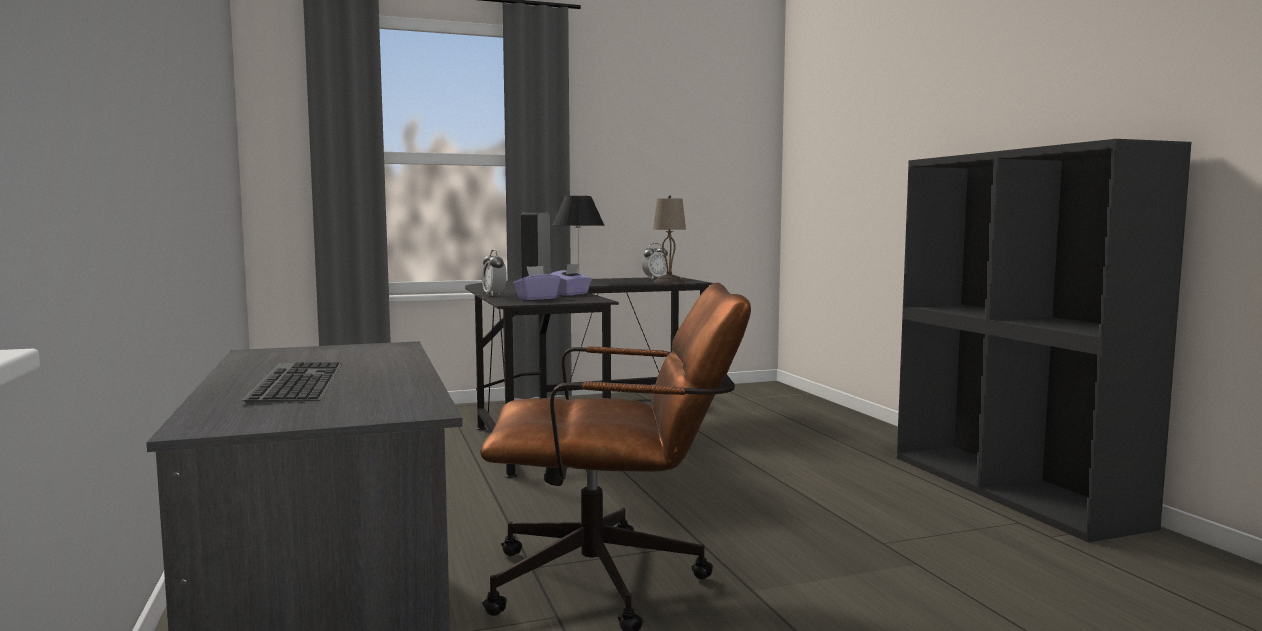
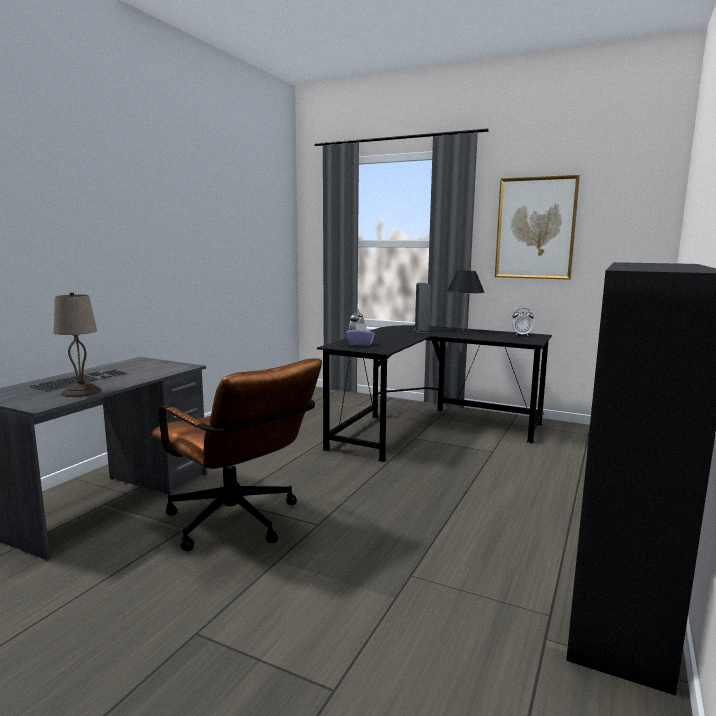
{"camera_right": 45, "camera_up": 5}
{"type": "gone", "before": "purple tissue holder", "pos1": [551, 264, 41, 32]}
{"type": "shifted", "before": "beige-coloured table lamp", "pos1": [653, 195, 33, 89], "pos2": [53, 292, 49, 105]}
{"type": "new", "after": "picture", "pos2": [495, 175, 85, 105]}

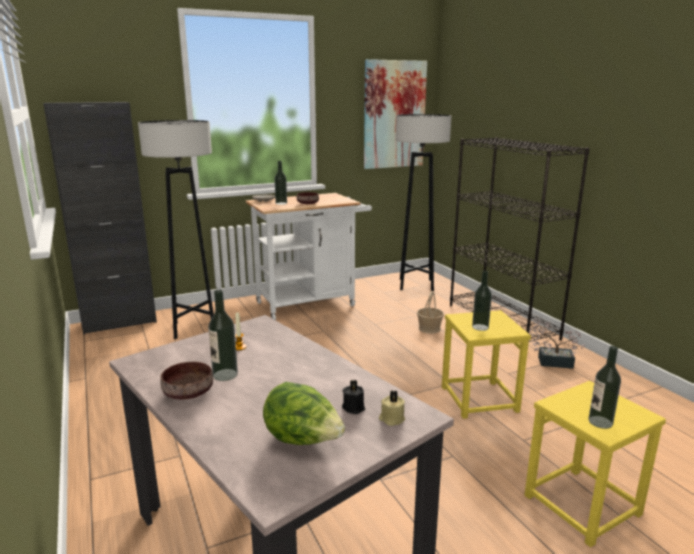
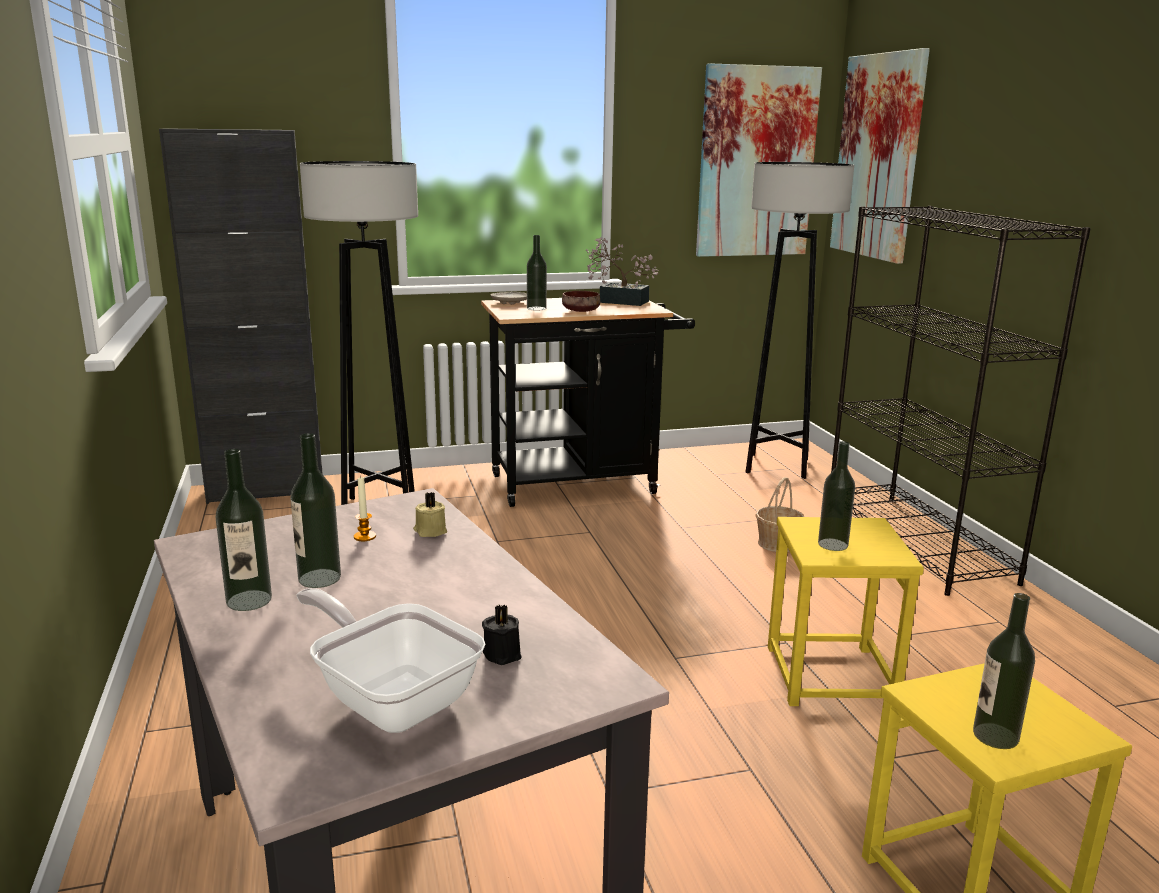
{"camera_right": 10, "camera_up": 0}
{"type": "swapped", "before": "brown bowl", "after": "drink bottle", "pos1": [160, 362, 53, 37], "pos2": [215, 449, 57, 162]}
{"type": "repainted", "before": "white cart", "after": "black-coloured cart", "pos1": [246, 193, 126, 127], "pos2": [481, 298, 214, 209]}
{"type": "swapped", "before": "lettuce head", "after": "pan", "pos1": [263, 382, 82, 63], "pos2": [297, 588, 189, 145]}
{"type": "shifted", "before": "beige-coloured wax light", "pos1": [379, 390, 26, 36], "pos2": [413, 492, 34, 45]}
{"type": "shifted", "before": "houseplant", "pos1": [529, 317, 56, 52], "pos2": [586, 237, 72, 69]}
{"type": "new", "after": "picture", "pos2": [830, 48, 100, 216]}

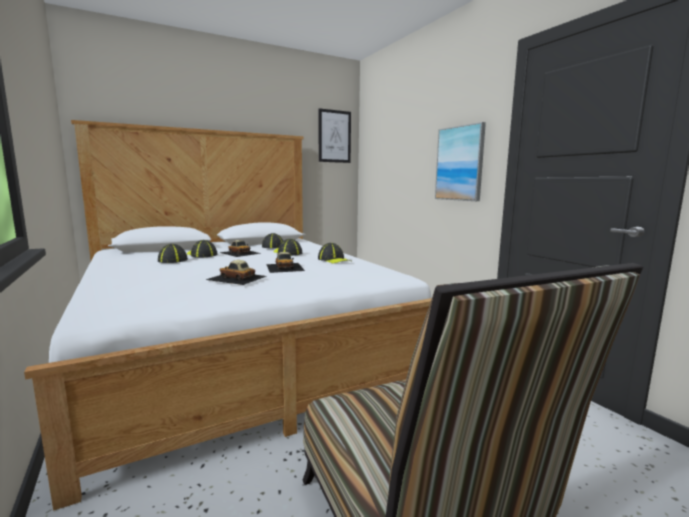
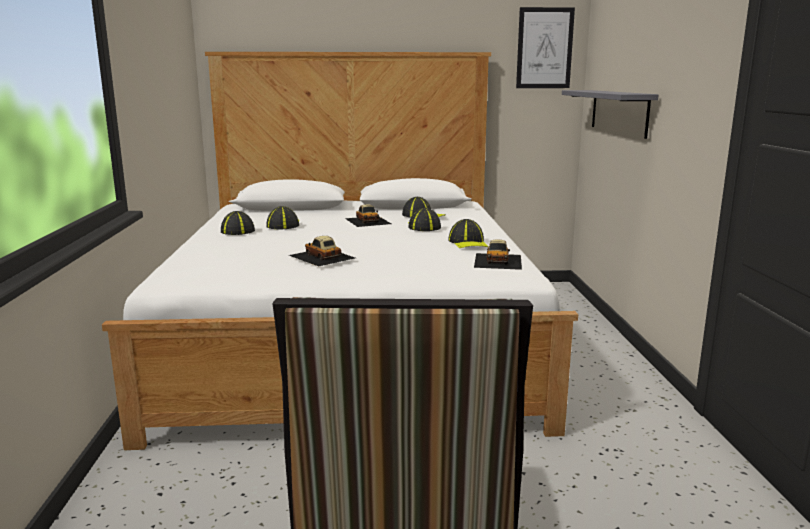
{"camera_right": 25, "camera_up": 5}
{"type": "shifted", "before": "cap", "pos1": [187, 240, 31, 17], "pos2": [221, 211, 34, 24]}
{"type": "shifted", "before": "toy car", "pos1": [266, 252, 39, 21], "pos2": [474, 240, 48, 30]}
{"type": "gone", "before": "picture", "pos1": [435, 122, 51, 79]}
{"type": "new", "after": "gray shelf", "pos2": [562, 90, 96, 49]}

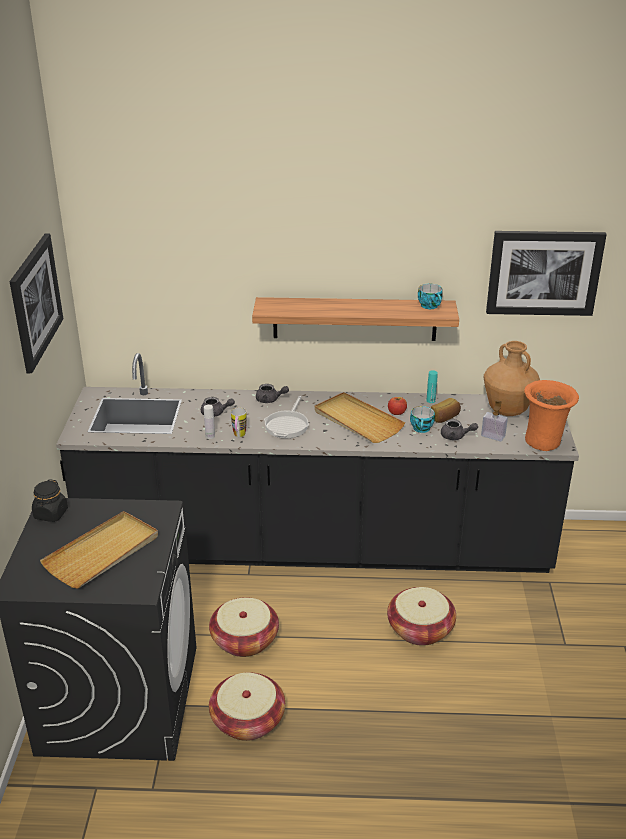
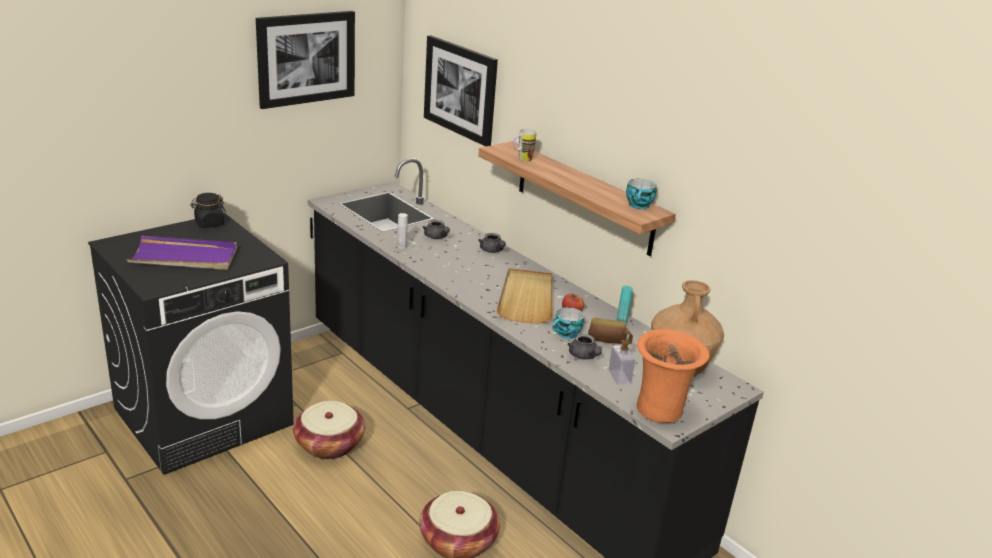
{"camera_right": 45, "camera_up": -5}
{"type": "repainted", "before": "beige-coloured serving tray", "after": "purple serving tray", "pos1": [40, 511, 118, 78], "pos2": [125, 236, 112, 34]}
{"type": "gone", "before": "storage basket", "pos1": [209, 672, 76, 69]}
{"type": "shifted", "before": "tea mug", "pos1": [231, 408, 16, 29], "pos2": [513, 129, 24, 33]}
{"type": "gone", "before": "pan", "pos1": [264, 396, 45, 42]}
{"type": "shifted", "before": "picture", "pos1": [486, 231, 121, 85], "pos2": [424, 35, 74, 111]}

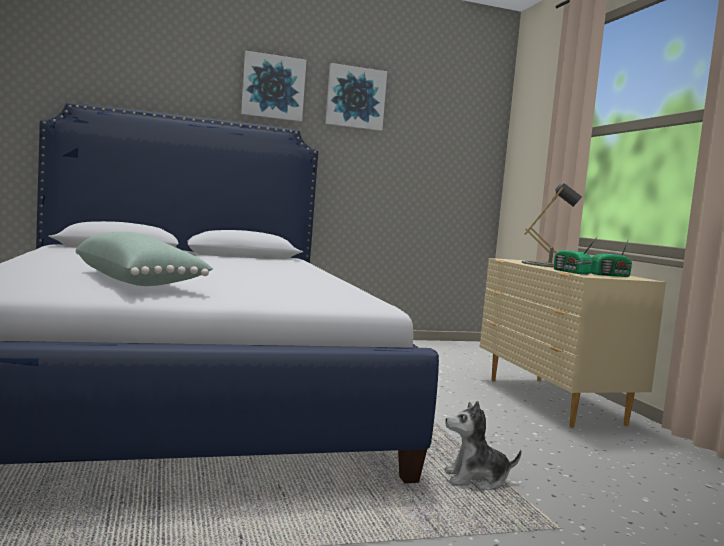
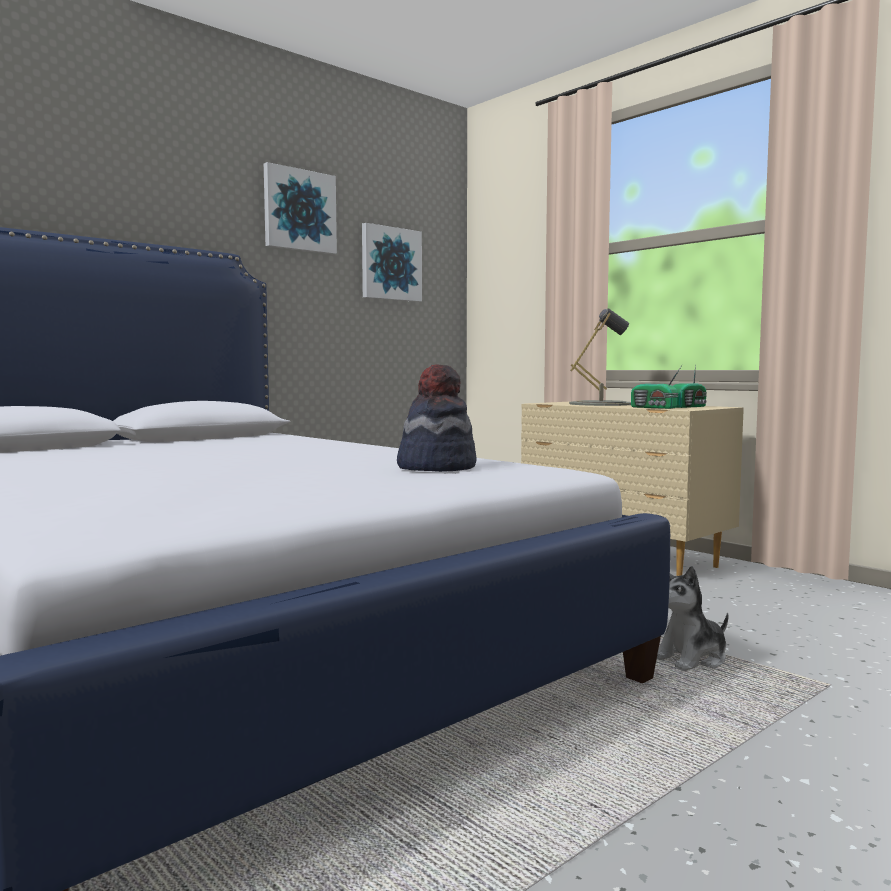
{"camera_right": -25, "camera_up": 0}
{"type": "gone", "before": "green pillow", "pos1": [76, 232, 137, 54]}
{"type": "shifted", "before": "picture", "pos1": [241, 50, 65, 72], "pos2": [362, 223, 60, 79]}
{"type": "new", "after": "hat", "pos2": [397, 364, 80, 108]}

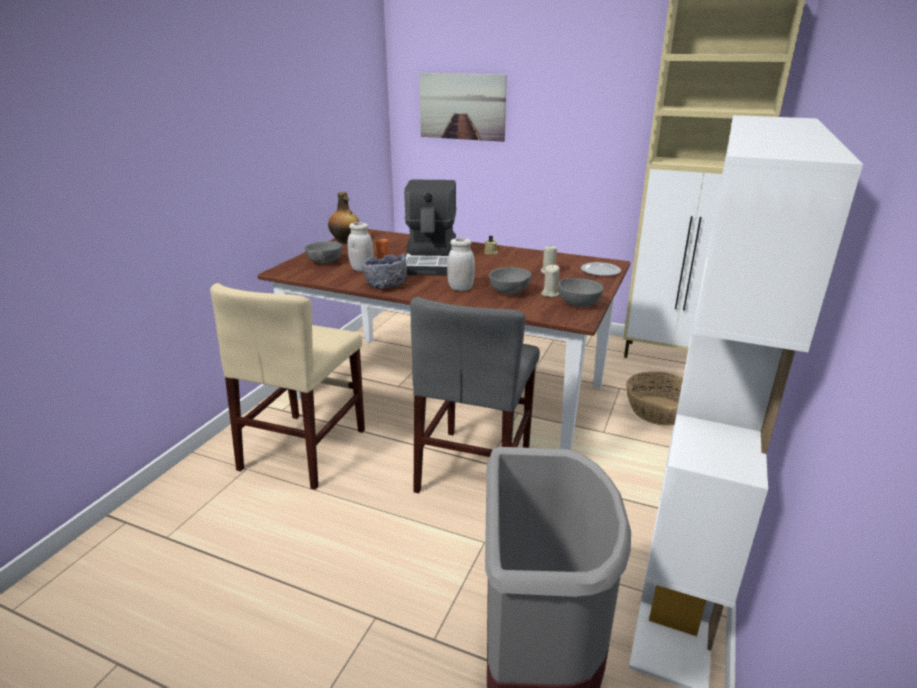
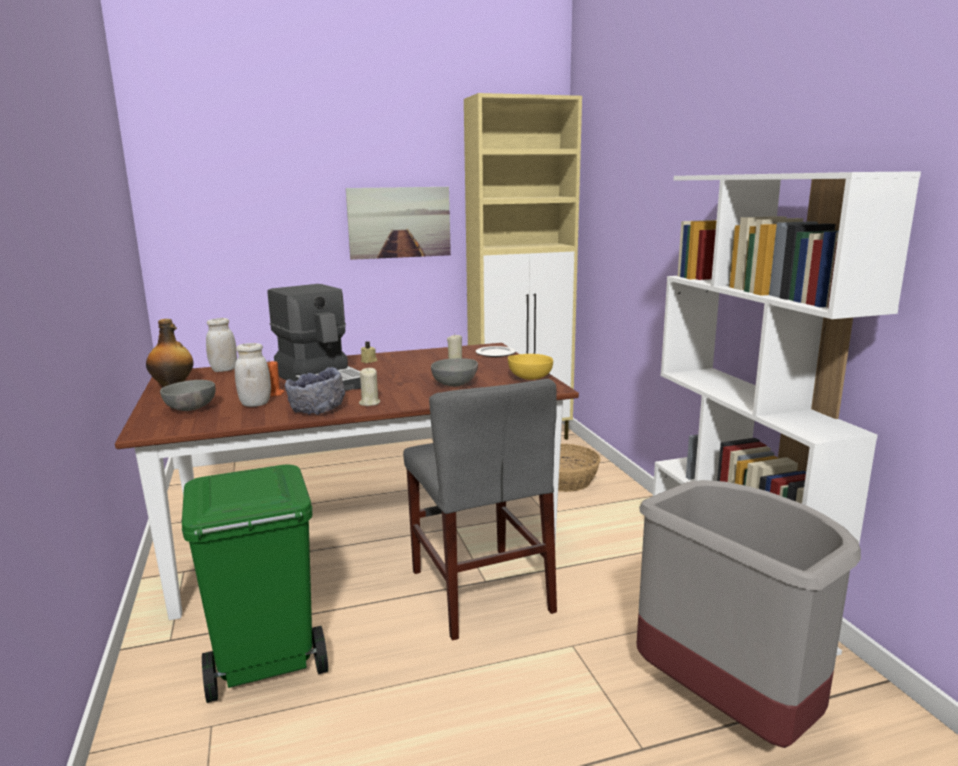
{"camera_right": -40, "camera_up": -10}
{"type": "swapped", "before": "beige-coloured upright chair", "after": "green waste bin", "pos1": [210, 283, 155, 207], "pos2": [182, 464, 146, 239]}
{"type": "shifted", "before": "picture", "pos1": [419, 73, 88, 69], "pos2": [346, 187, 105, 73]}
{"type": "shifted", "before": "white preserve jar", "pos1": [447, 238, 28, 53], "pos2": [206, 318, 31, 54]}
{"type": "shifted", "before": "beige-coloured wax light", "pos1": [541, 265, 19, 32], "pos2": [359, 367, 21, 39]}
{"type": "repainted", "before": "gray bowl", "after": "yellowish bowl", "pos1": [559, 278, 45, 29], "pos2": [508, 354, 45, 26]}

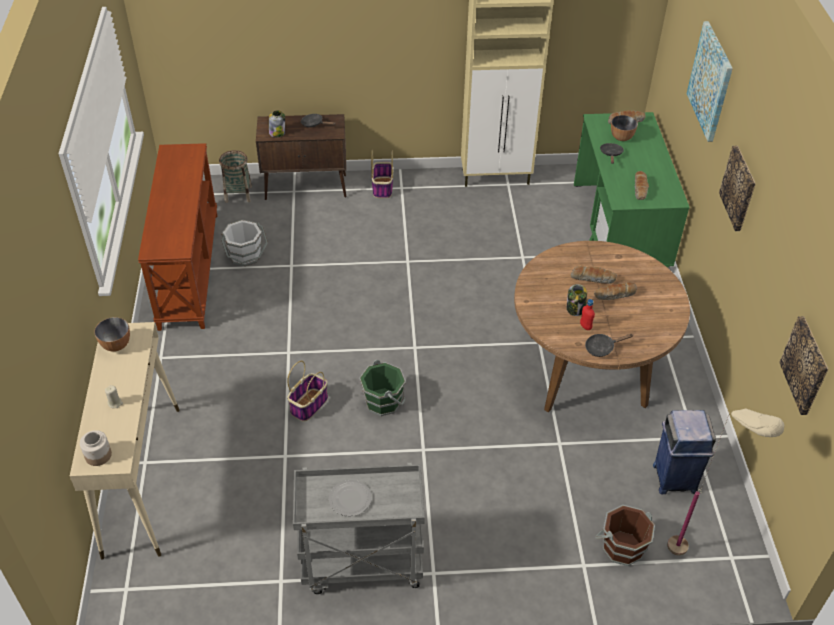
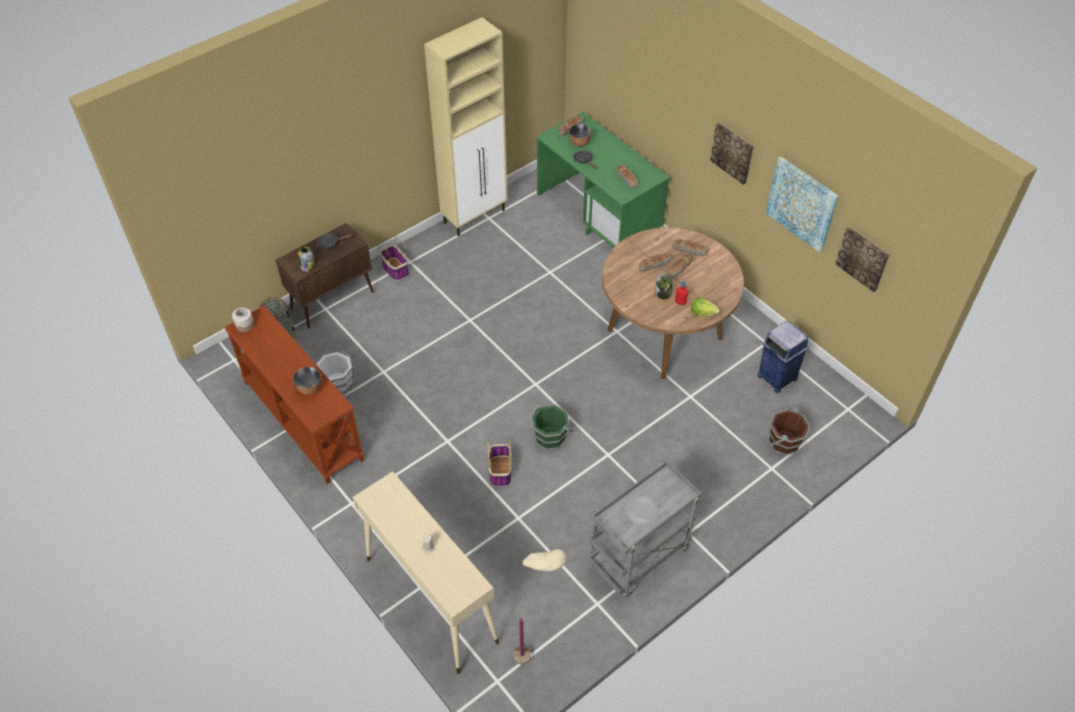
{"camera_right": -35, "camera_up": 5}
{"type": "shifted", "before": "preserve jar", "pos1": [80, 430, 32, 36], "pos2": [232, 307, 22, 25]}
{"type": "shifted", "before": "bowl", "pos1": [94, 317, 36, 35], "pos2": [293, 367, 28, 28]}
{"type": "swapped", "before": "black-coloured pan", "after": "lettuce head", "pos1": [585, 334, 48, 23], "pos2": [691, 298, 29, 18]}
{"type": "shifted", "before": "beige-coloured floor lamp", "pos1": [667, 408, 117, 148], "pos2": [513, 549, 54, 116]}
{"type": "shifted", "before": "picture", "pos1": [686, 21, 47, 121], "pos2": [766, 157, 73, 95]}
{"type": "new", "after": "bread", "pos2": [672, 239, 37, 17]}

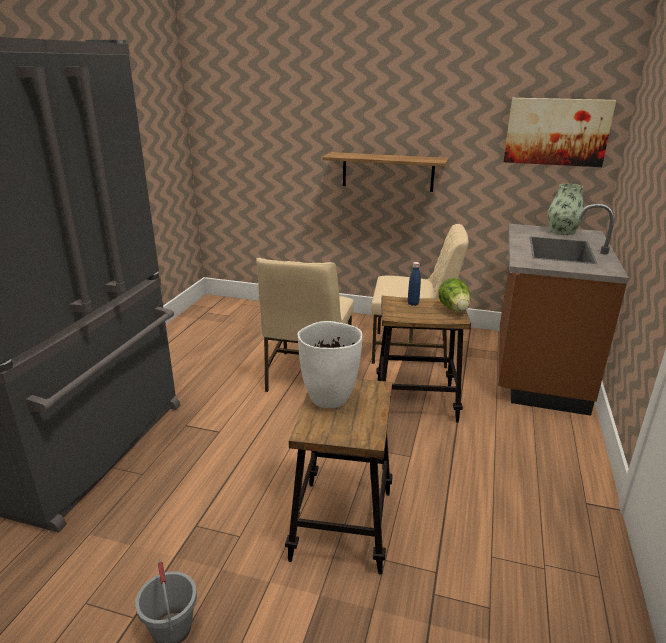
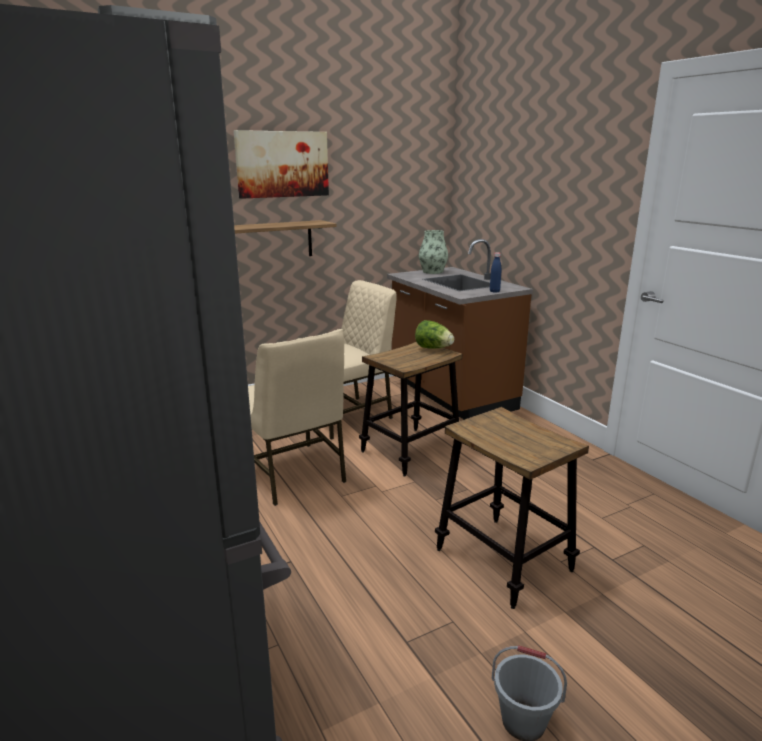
{"camera_right": -45, "camera_up": -5}
{"type": "gone", "before": "white flower vase", "pos1": [298, 321, 65, 87]}
{"type": "shifted", "before": "blue drink bottle", "pos1": [408, 262, 13, 44], "pos2": [490, 252, 11, 41]}
{"type": "shifted", "before": "picture", "pos1": [503, 98, 113, 69], "pos2": [234, 130, 95, 69]}

